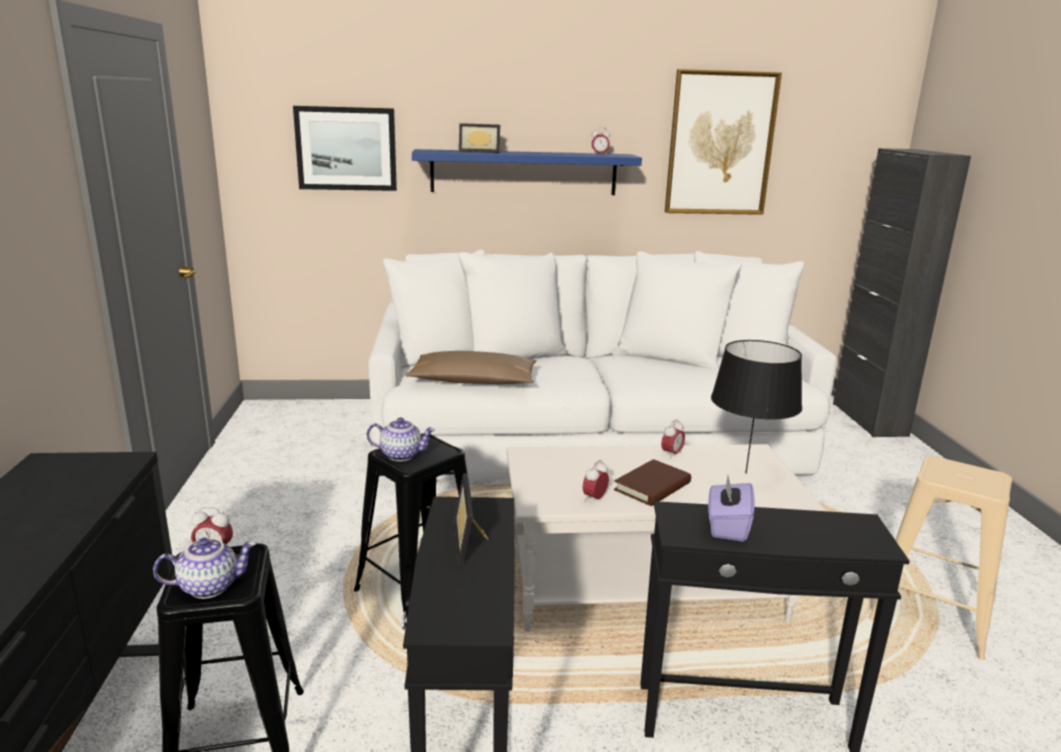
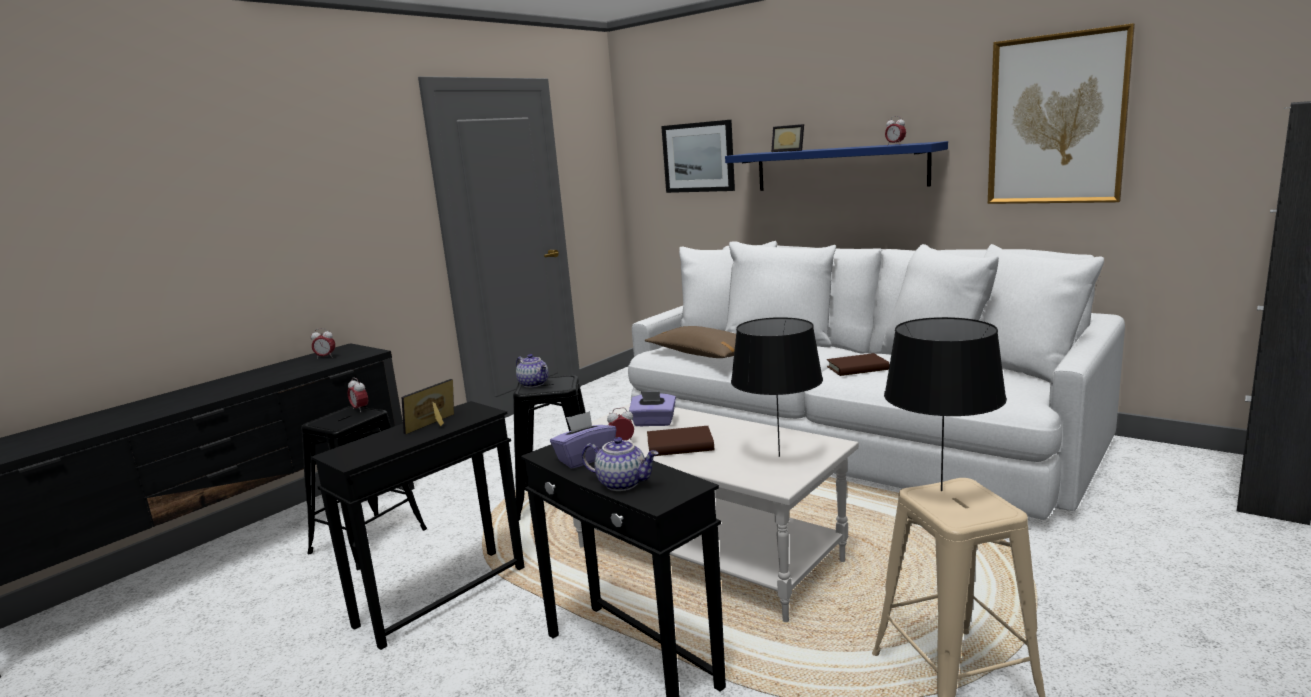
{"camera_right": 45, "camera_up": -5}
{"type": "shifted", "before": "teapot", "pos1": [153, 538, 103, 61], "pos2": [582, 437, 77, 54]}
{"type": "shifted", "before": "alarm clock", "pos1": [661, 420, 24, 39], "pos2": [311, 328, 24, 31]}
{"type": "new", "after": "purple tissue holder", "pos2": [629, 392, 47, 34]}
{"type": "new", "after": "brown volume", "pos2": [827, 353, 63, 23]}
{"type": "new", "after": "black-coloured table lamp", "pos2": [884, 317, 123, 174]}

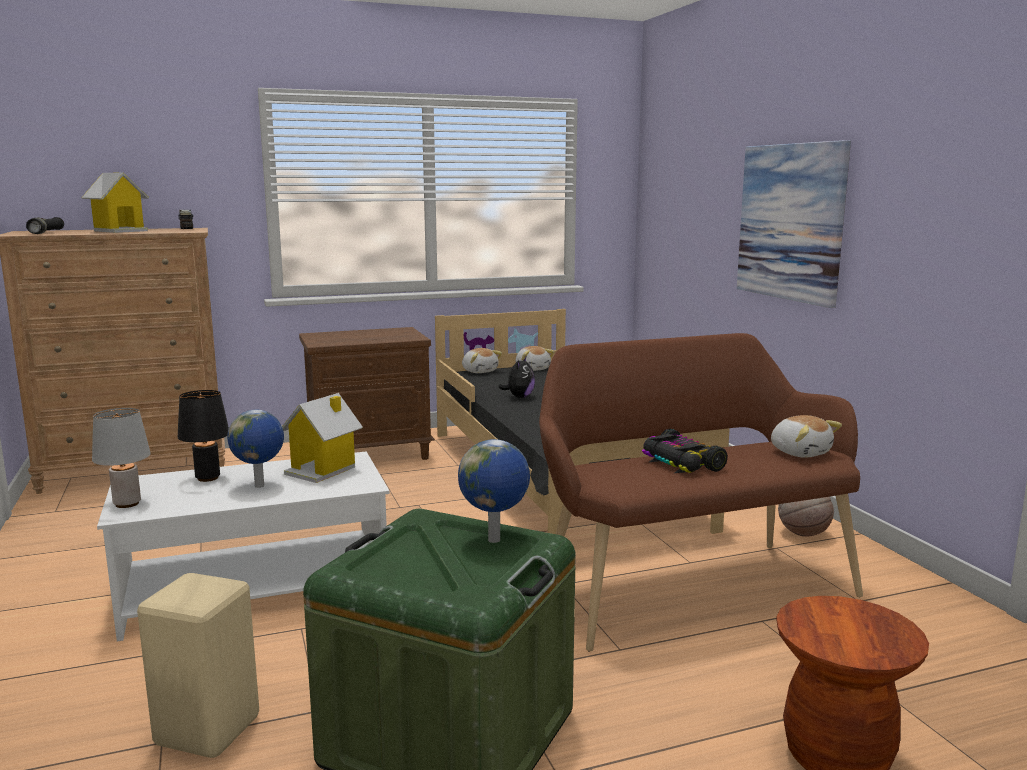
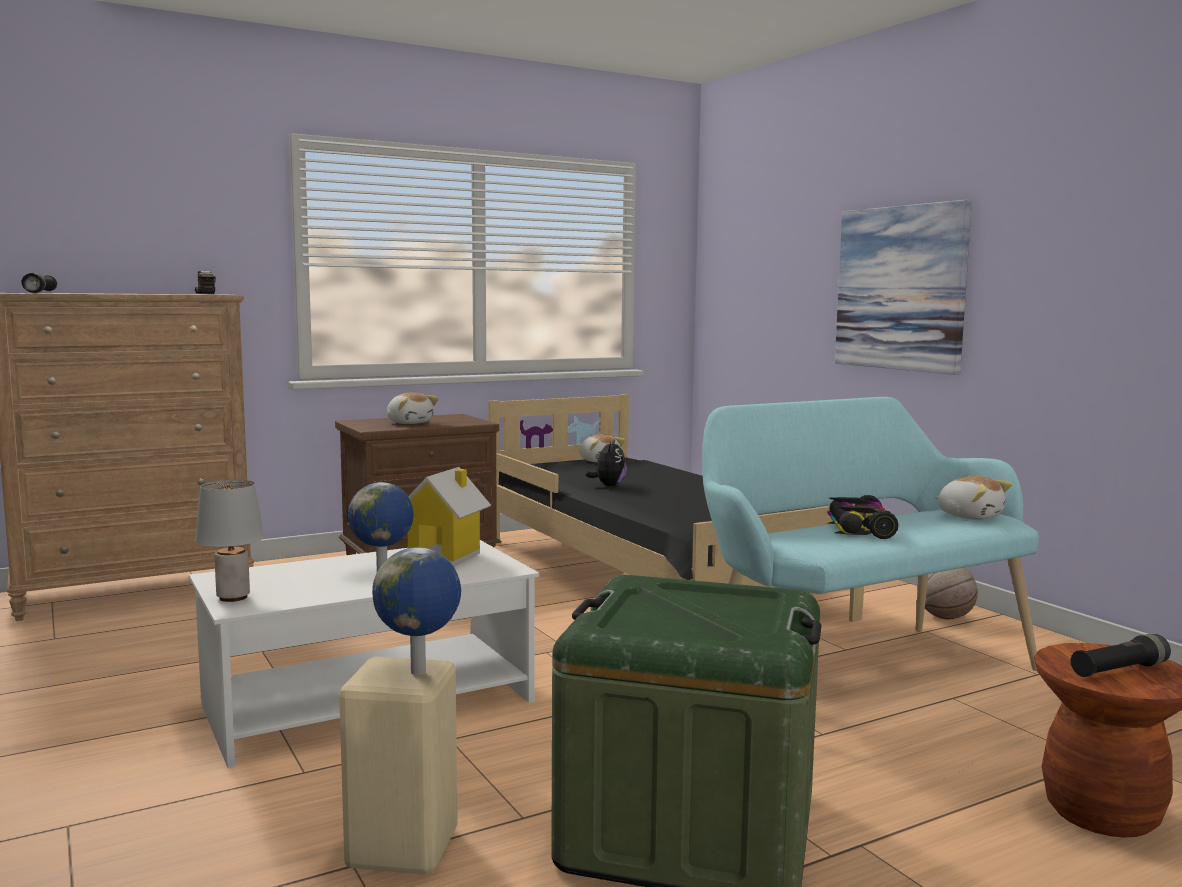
{"camera_right": -10, "camera_up": -5}
{"type": "gone", "before": "toy house", "pos1": [82, 172, 67, 61]}
{"type": "gone", "before": "black-coloured table lamp", "pos1": [178, 390, 51, 92]}
{"type": "shifted", "before": "desk globe", "pos1": [458, 439, 72, 104], "pos2": [372, 547, 89, 128]}
{"type": "shifted", "before": "plush toy", "pos1": [462, 348, 40, 25], "pos2": [386, 392, 53, 32]}
{"type": "repainted", "before": "brown indoor bench", "after": "turquoise indoor bench", "pos1": [539, 333, 324, 319], "pos2": [702, 397, 337, 274]}
{"type": "rotated", "before": "toy car", "pos1": [642, 429, 86, 44], "pos2": [827, 495, 71, 44], "turn": 45}
{"type": "new", "after": "black-coloured hand torch", "pos2": [1071, 634, 100, 43]}

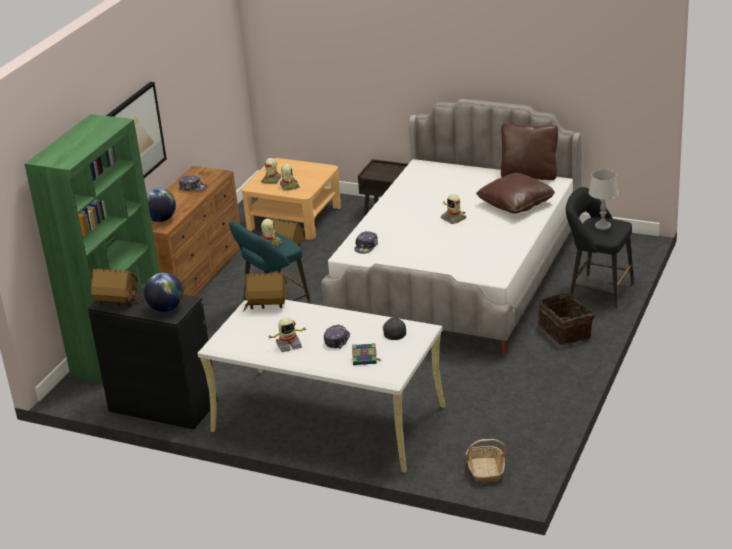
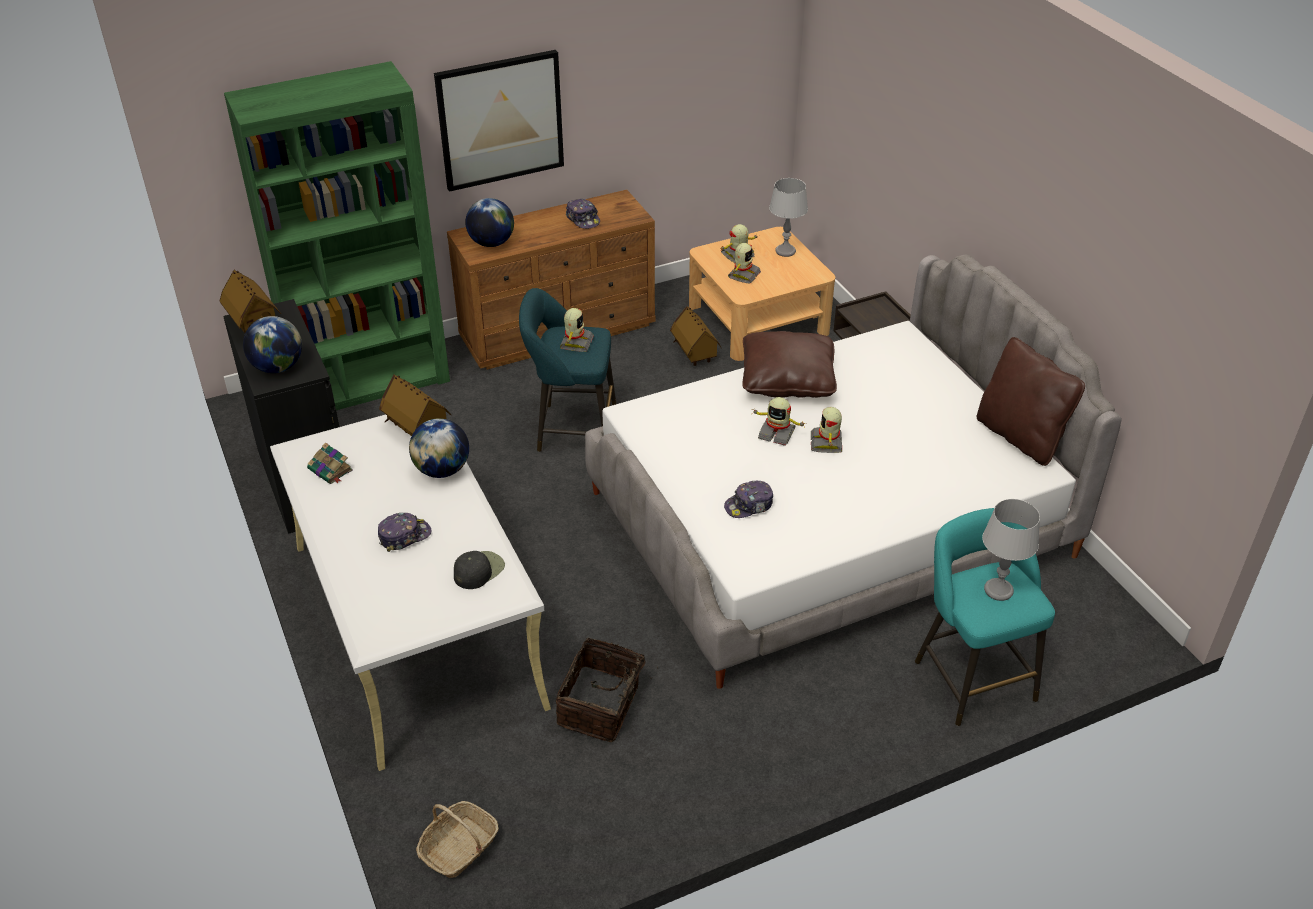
{"camera_right": 40, "camera_up": 10}
{"type": "shifted", "before": "robot figure", "pos1": [268, 318, 38, 34], "pos2": [751, 397, 54, 49]}
{"type": "shifted", "before": "volume", "pos1": [352, 343, 29, 22], "pos2": [307, 442, 46, 42]}
{"type": "shifted", "before": "cap", "pos1": [354, 231, 24, 23], "pos2": [724, 481, 49, 37]}
{"type": "shifted", "before": "brown pillow", "pos1": [476, 173, 79, 41], "pos2": [742, 331, 95, 67]}
{"type": "shifted", "before": "storage basket", "pos1": [538, 293, 57, 52], "pos2": [556, 637, 96, 105]}
{"type": "repainted", "before": "black-coloured sitting stool", "after": "turquoise sitting stool", "pos1": [566, 187, 68, 122], "pos2": [915, 508, 140, 218]}
{"type": "new", "after": "desk globe", "pos2": [409, 418, 60, 60]}
{"type": "new", "after": "gray table lamp", "pos2": [769, 178, 39, 79]}

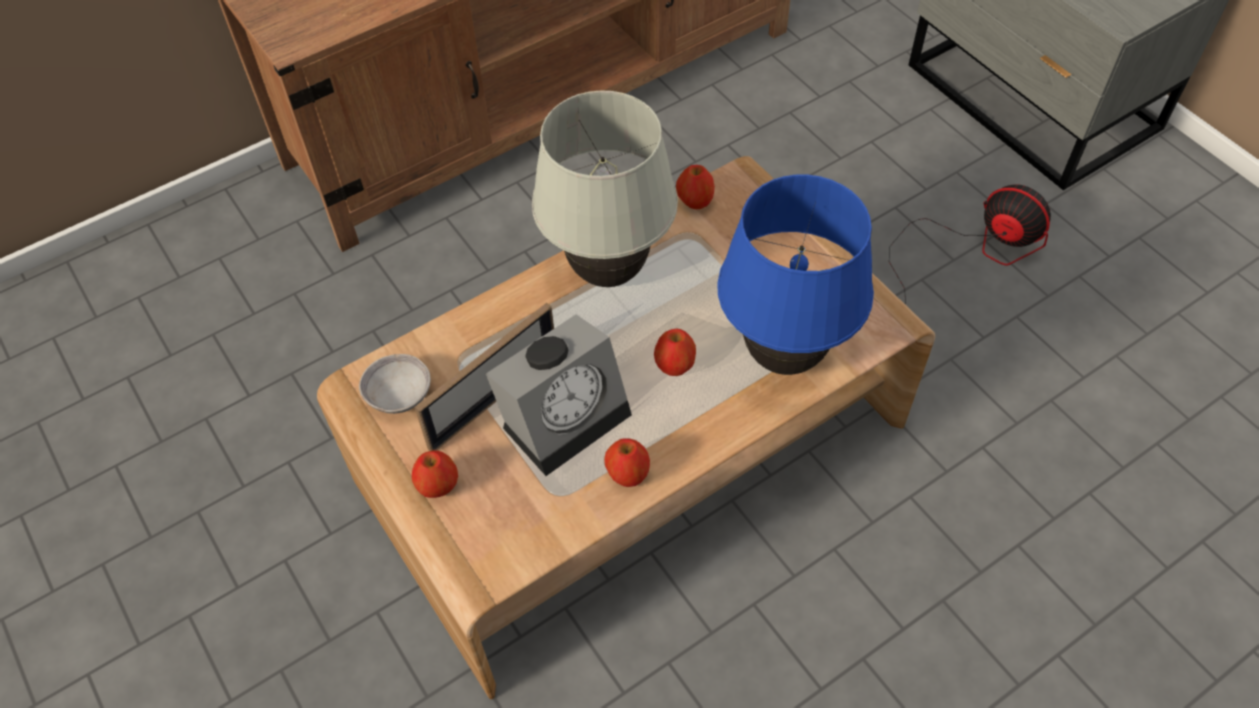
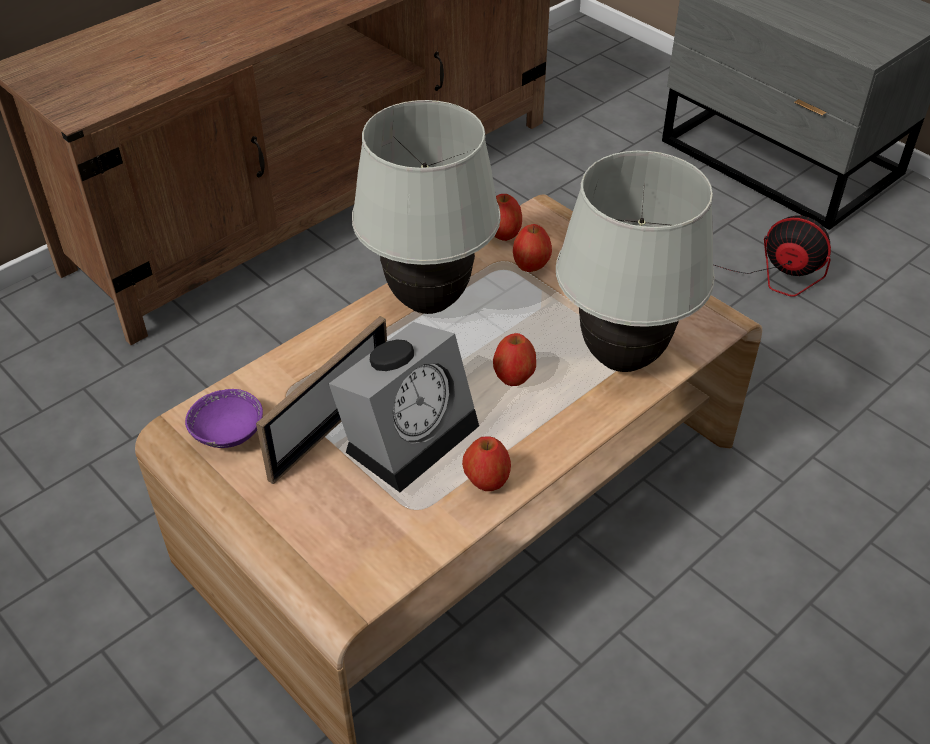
{"camera_right": -10, "camera_up": -10}
{"type": "repainted", "before": "gray bowl", "after": "purple bowl", "pos1": [359, 354, 72, 60], "pos2": [185, 389, 78, 59]}
{"type": "shifted", "before": "apple fruit", "pos1": [412, 450, 46, 48], "pos2": [513, 224, 39, 48]}
{"type": "repainted", "before": "blue table lamp", "after": "white table lamp", "pos1": [717, 175, 157, 200], "pos2": [556, 151, 159, 221]}

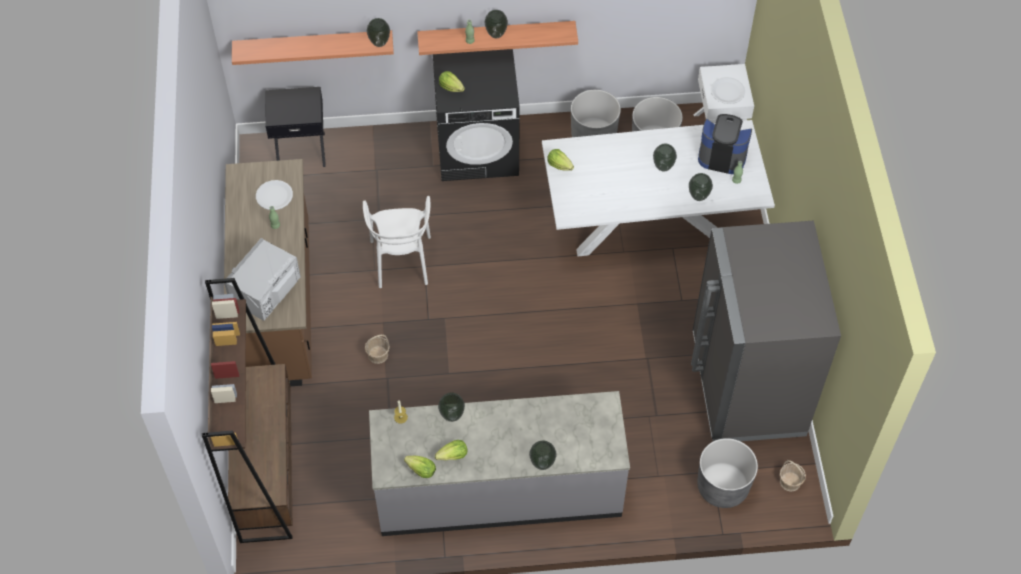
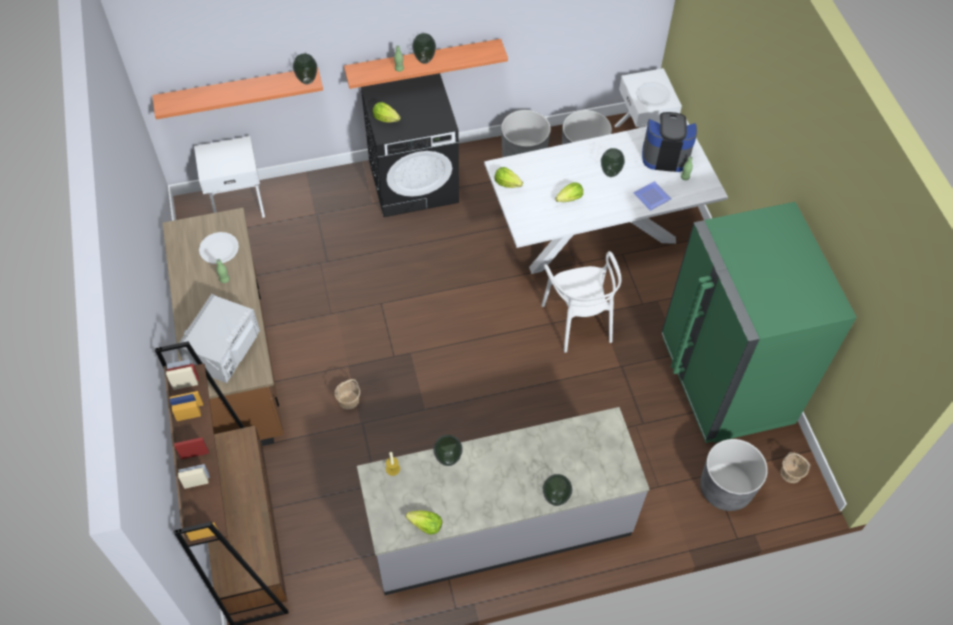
{"camera_right": -10, "camera_up": 0}
{"type": "repainted", "before": "black-coloured bedside table", "after": "white bedside table", "pos1": [265, 87, 61, 80], "pos2": [194, 136, 71, 82]}
{"type": "shifted", "before": "white upright chair", "pos1": [363, 196, 68, 92], "pos2": [541, 251, 80, 102]}
{"type": "shifted", "before": "lettuce head", "pos1": [435, 440, 32, 20], "pos2": [555, 182, 28, 20]}
{"type": "swapped", "before": "flower vase", "after": "plate", "pos1": [689, 173, 24, 28], "pos2": [633, 181, 38, 30]}
{"type": "repainted", "before": "gray refrigerator", "after": "green refrigerator", "pos1": [691, 221, 150, 220], "pos2": [662, 202, 195, 241]}

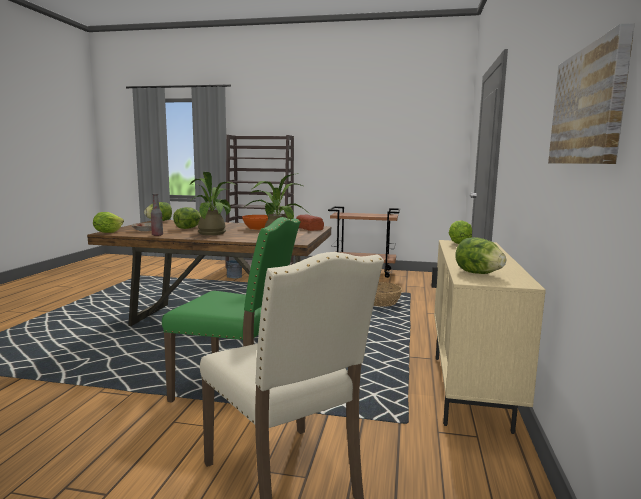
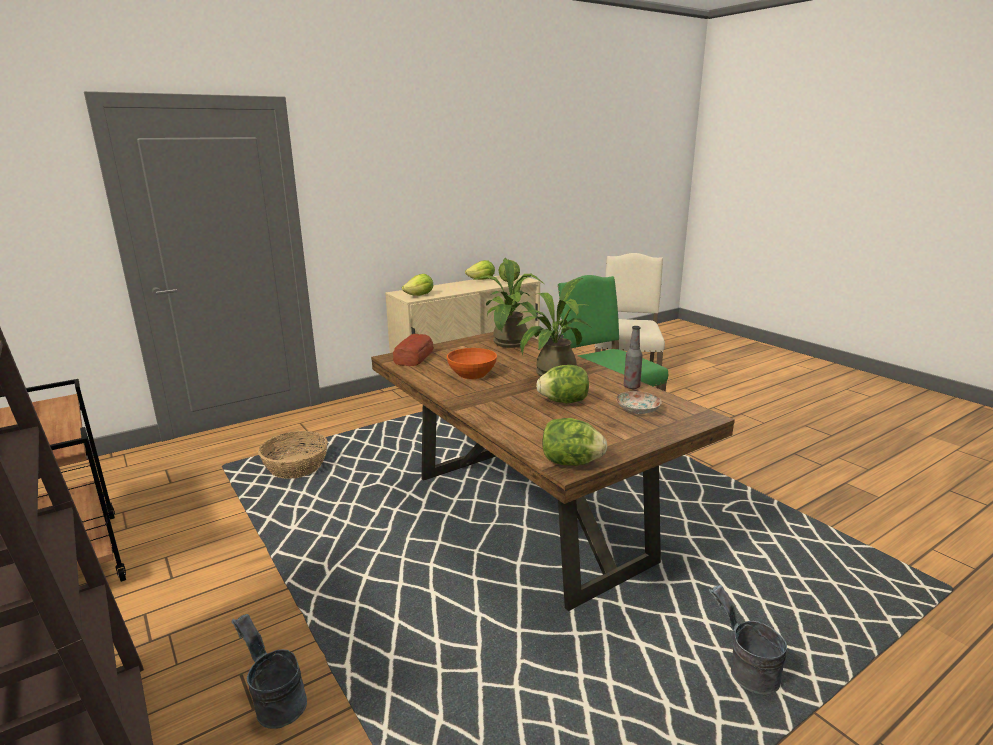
{"camera_right": -135, "camera_up": 10}
{"type": "shifted", "before": "lettuce head", "pos1": [93, 212, 31, 21], "pos2": [465, 260, 30, 20]}
{"type": "gone", "before": "picture", "pos1": [548, 23, 87, 141]}
{"type": "new", "after": "gray water bucket", "pos2": [709, 585, 78, 110]}

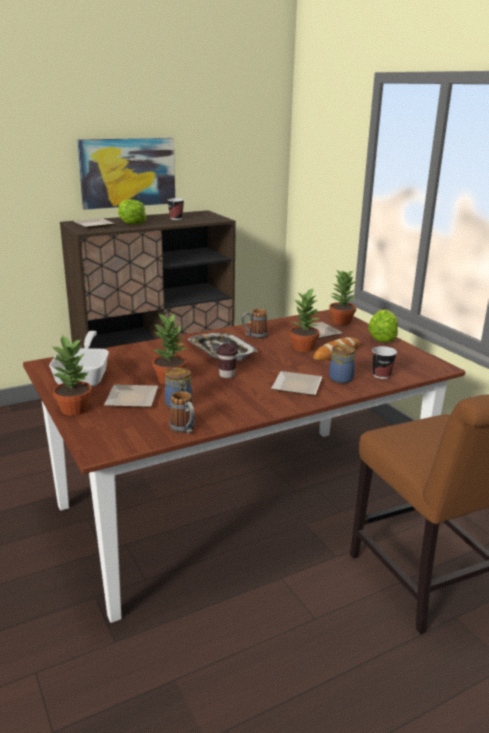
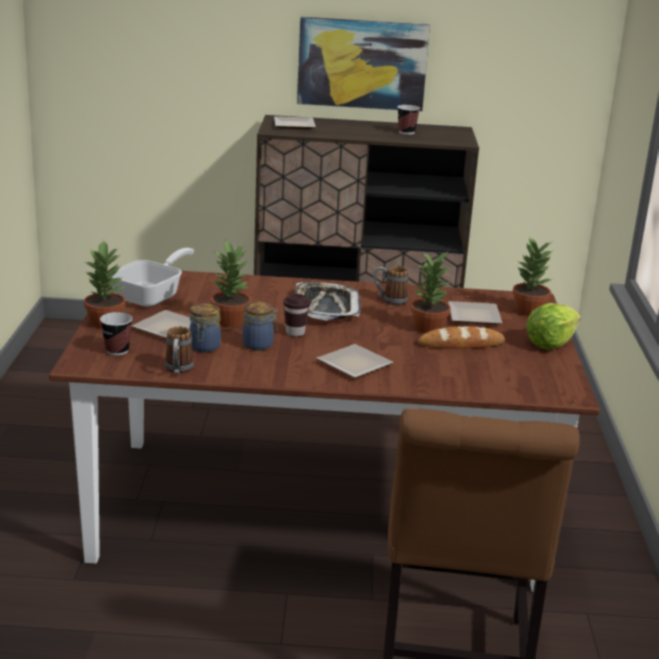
{"camera_right": 30, "camera_up": 0}
{"type": "gone", "before": "lettuce head", "pos1": [118, 199, 29, 25]}
{"type": "shifted", "before": "preserve jar", "pos1": [329, 345, 26, 38], "pos2": [242, 302, 35, 49]}
{"type": "shifted", "before": "small cup", "pos1": [372, 346, 25, 33], "pos2": [100, 312, 33, 44]}

